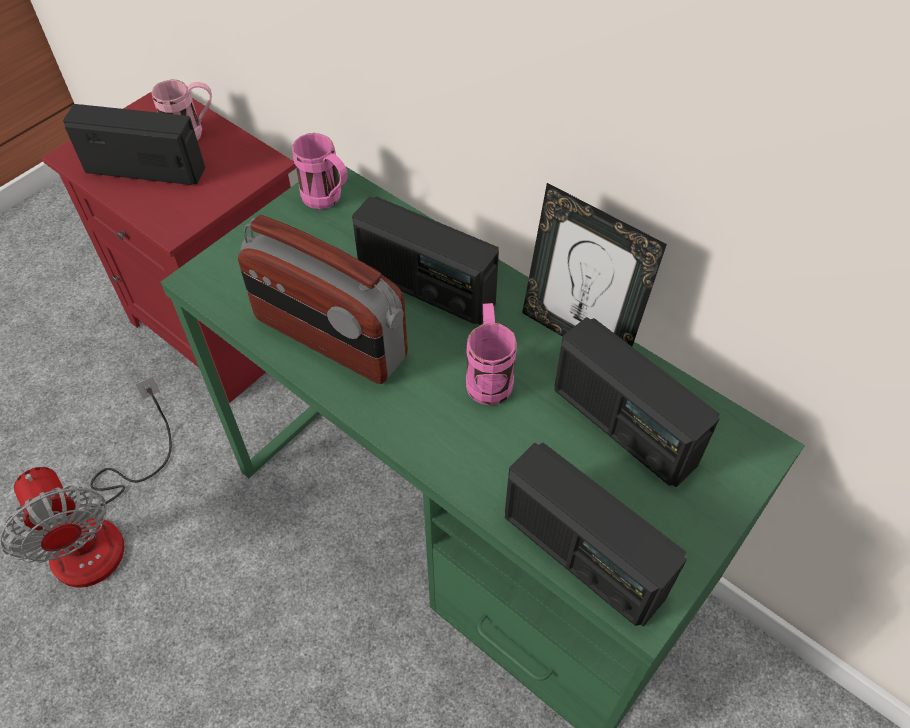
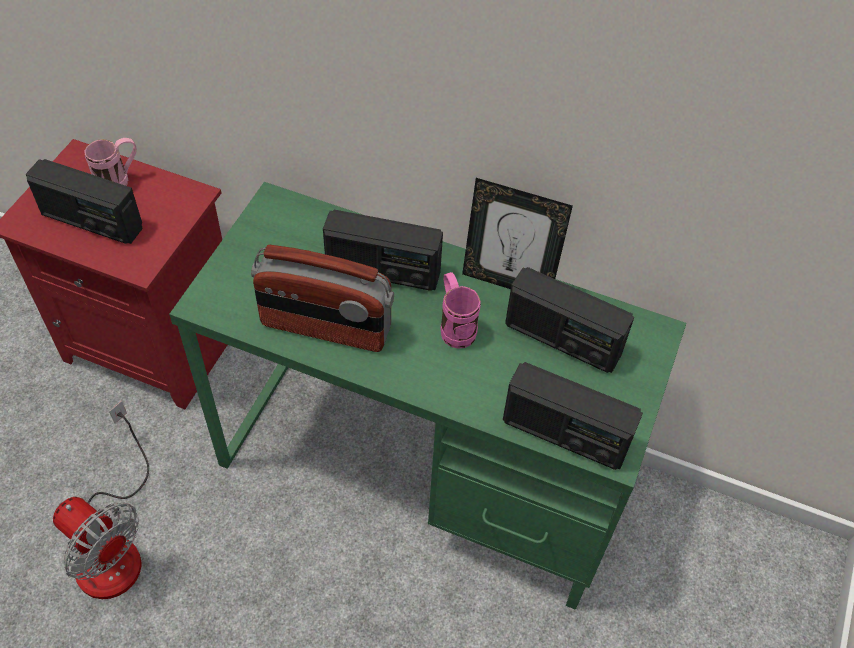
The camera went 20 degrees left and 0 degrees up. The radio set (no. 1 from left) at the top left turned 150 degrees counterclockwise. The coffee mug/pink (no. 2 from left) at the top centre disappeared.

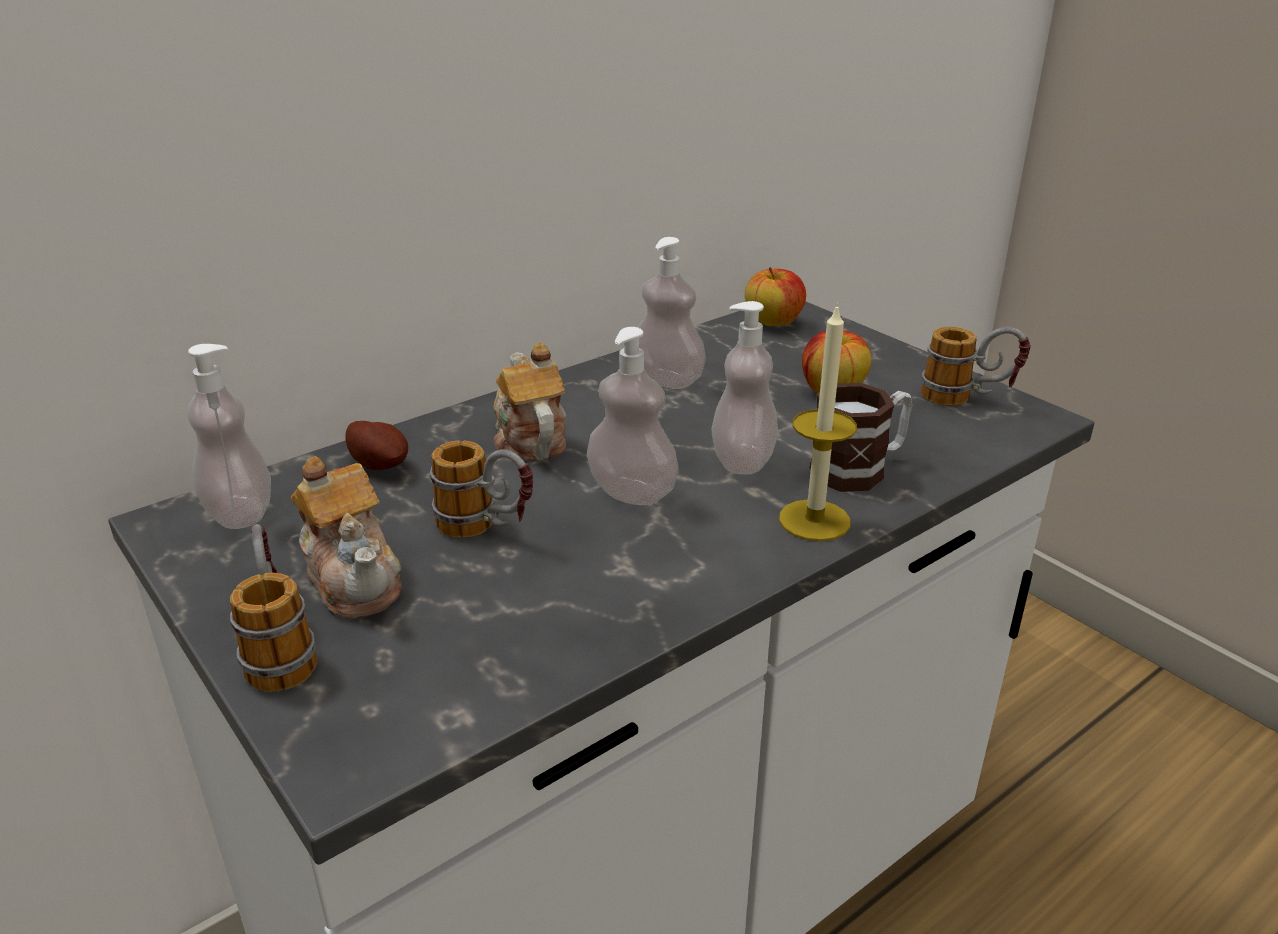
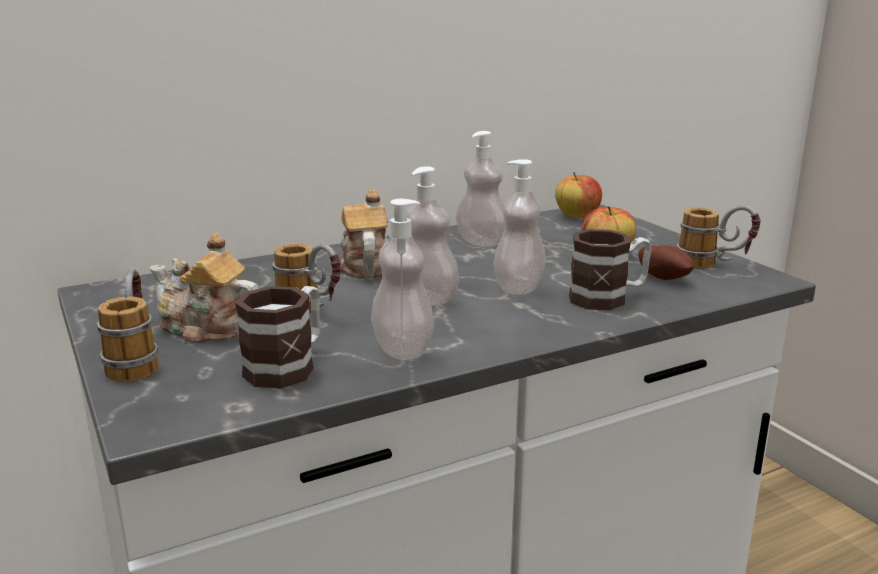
The camera went 10 degrees right and 10 degrees down. The pot for tea (no. 1 from left) at the middle left turned 135 degrees clockwise. The coffee mug (no. 2 from left) at the middle left appeared. The soap bottle (no. 1 from left) moved from the middle left to the centre. The potato moved from the middle left to the middle right. The wax light at the centre disappeared.

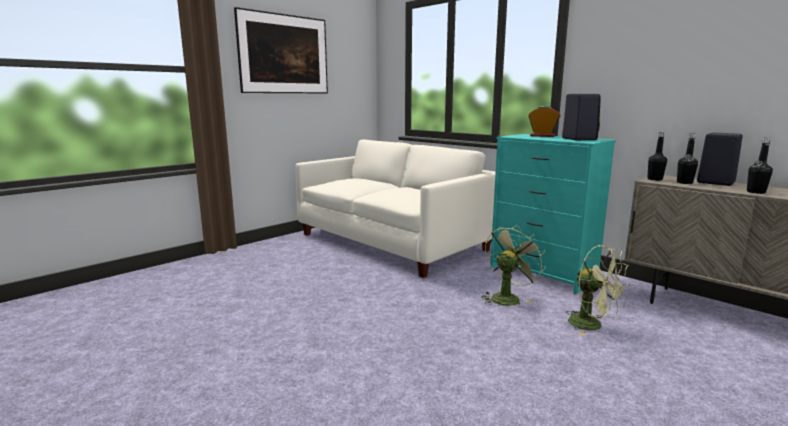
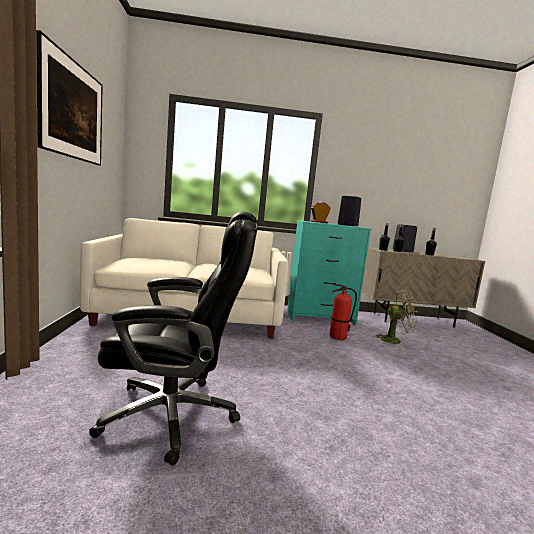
The camera went 50 degrees left and 5 degrees down. The computer chair/black-coloured at the middle left appeared. The fan/green-coloured (no. 1 from left) at the centre was replaced by the fire extinguisher at the centre.

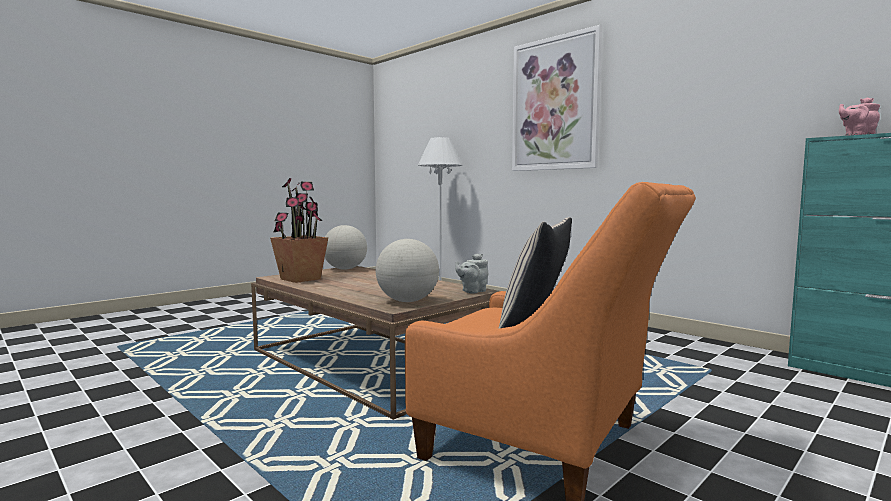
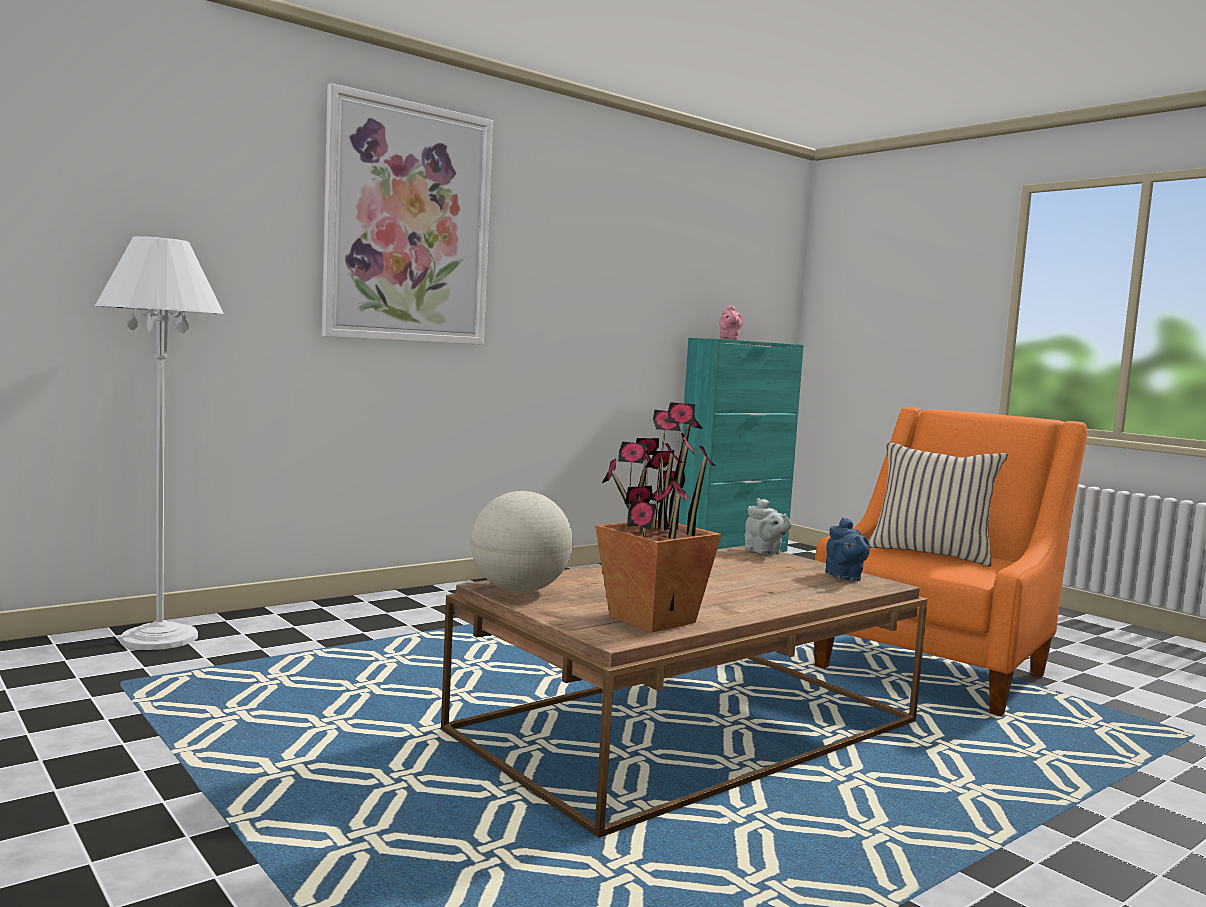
The camera went 85 degrees left and 0 degrees up. The desk globe (no. 2 from left) at the centre was replaced by the pot for tea/bluish at the middle right.

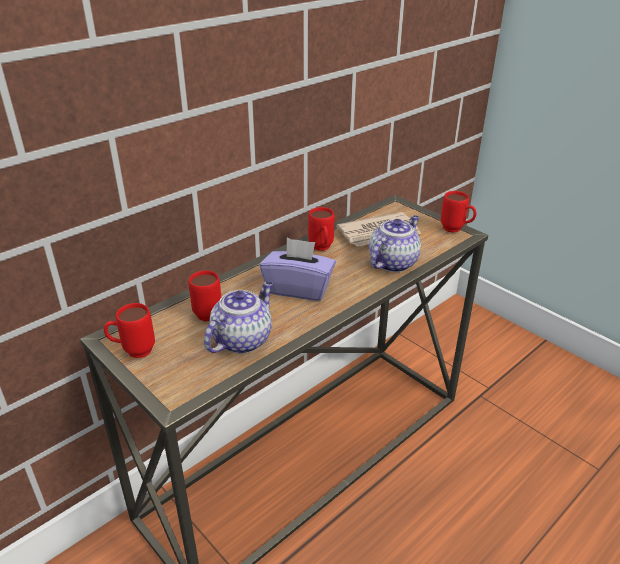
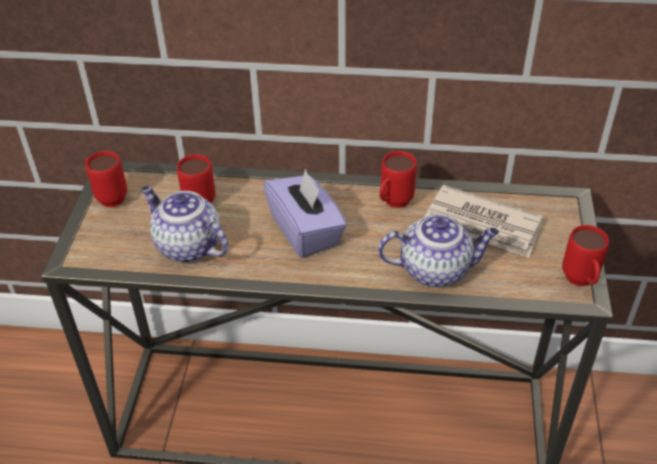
The camera went 50 degrees right and 10 degrees up. The pot for tea (no. 1 from left) at the centre turned 135 degrees counterclockwise.

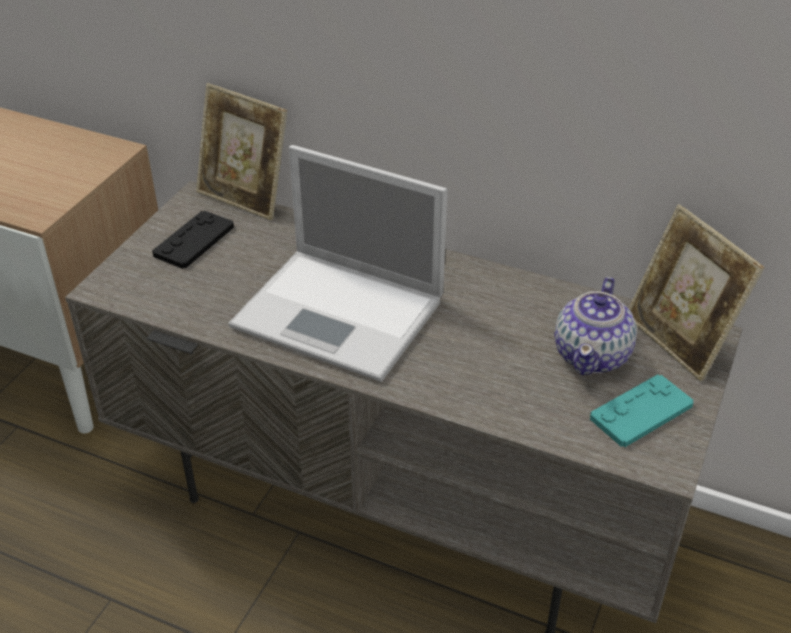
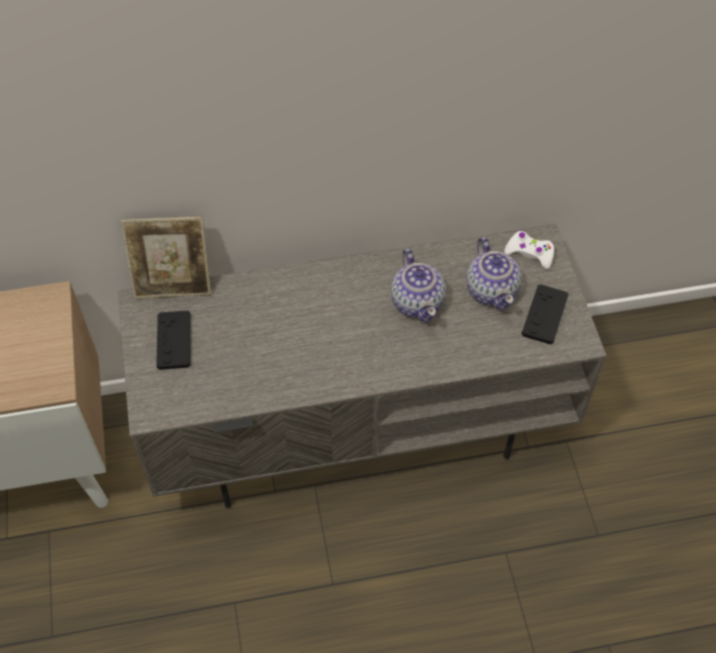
The camera went 35 degrees left and 15 degrees up. The pot for tea (no. 1 from left) at the centre appeared. The picture frame (no. 2 from left) at the middle right was replaced by the game controller/whitish at the middle right. The game controller/blue-green at the middle right became the game controller/black-coloured (no. 2 from left) at the middle right. The notebook computer at the centre disappeared.

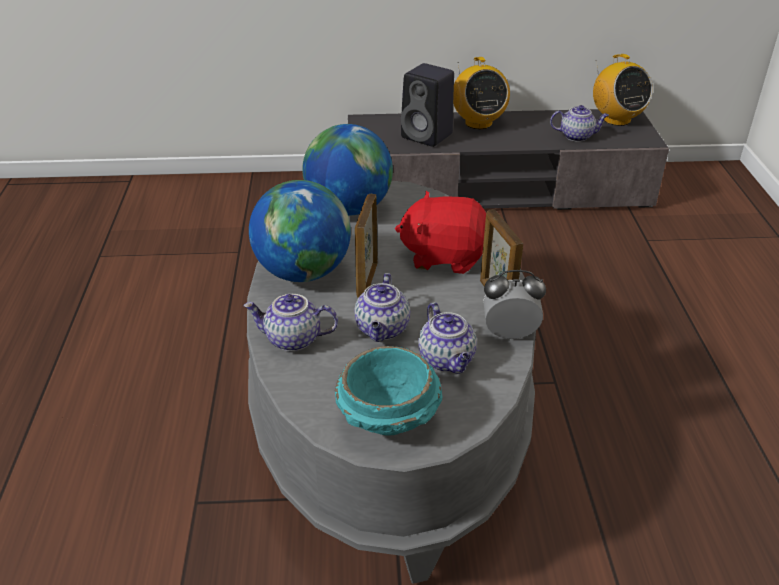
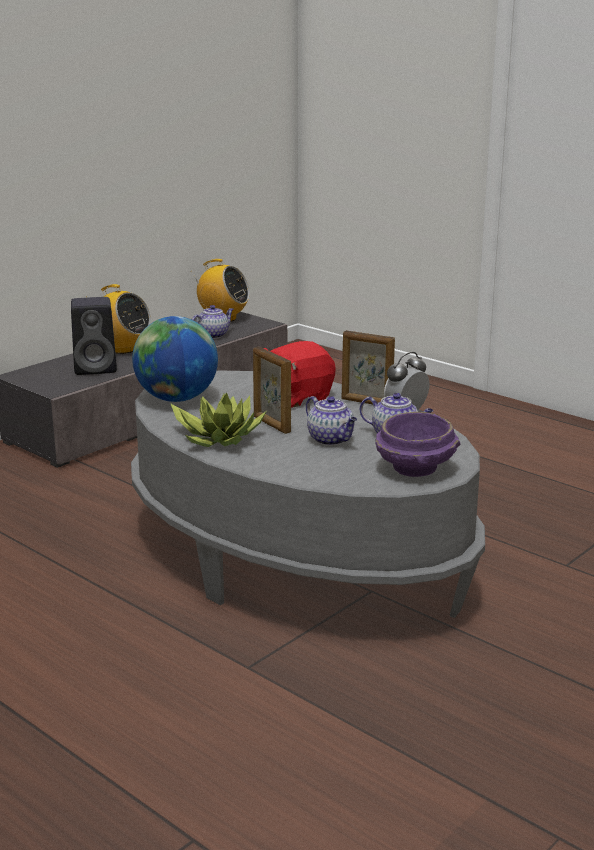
The camera went 45 degrees left and 15 degrees down. The desk globe (no. 1 from left) at the centre was replaced by the houseplant at the centre. The serving bowl/blue-green at the bottom centre became the serving bowl/purple at the middle right. The pot for tea (no. 1 from left) at the centre disappeared.

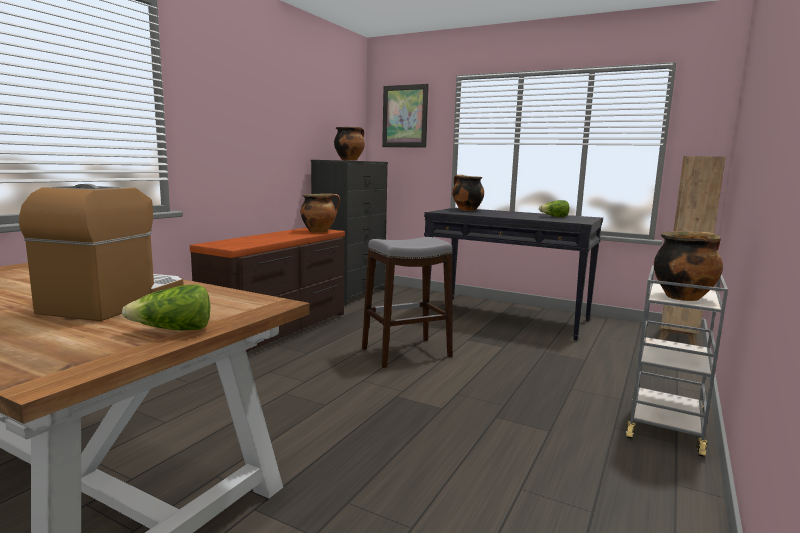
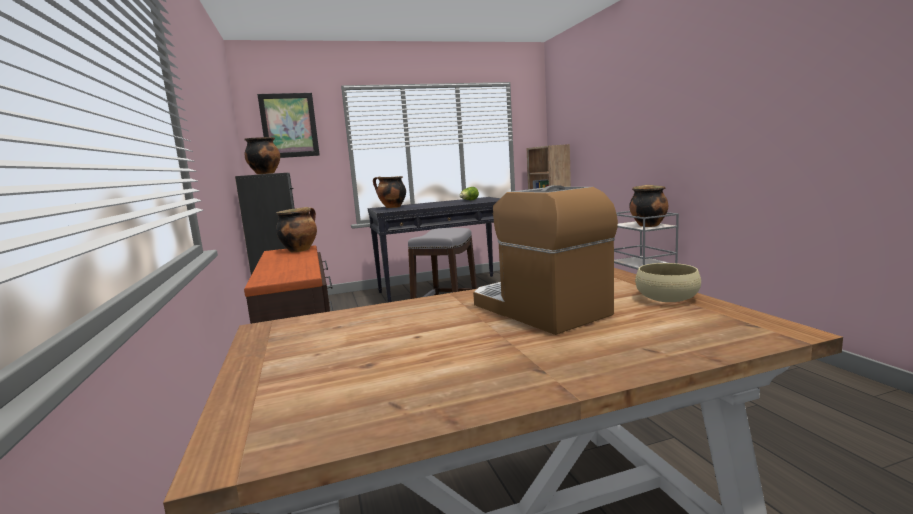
The camera went 45 degrees left and 0 degrees up. The lettuce (no. 1 from left) at the middle left was replaced by the serving bowl/beige at the middle right.

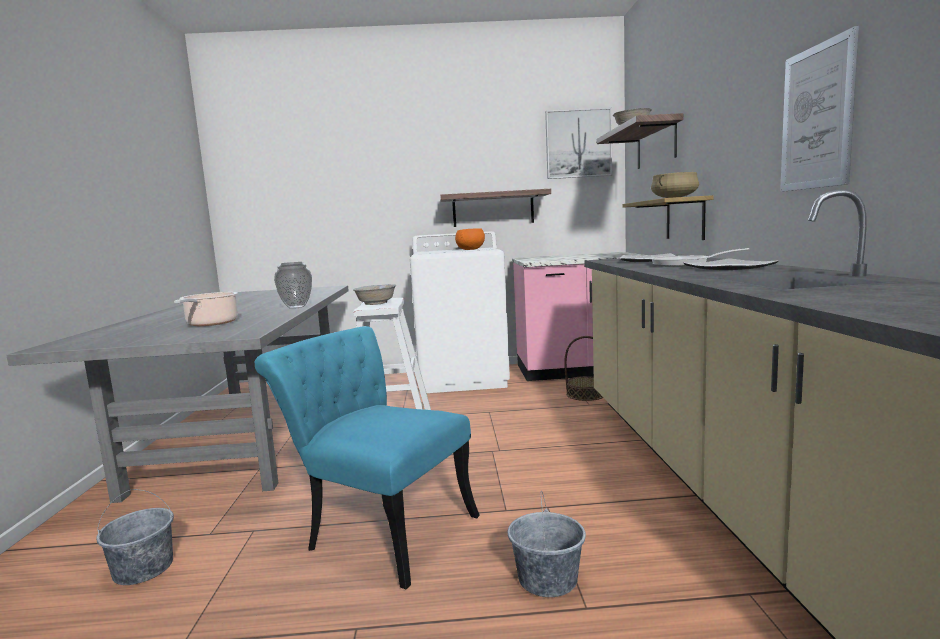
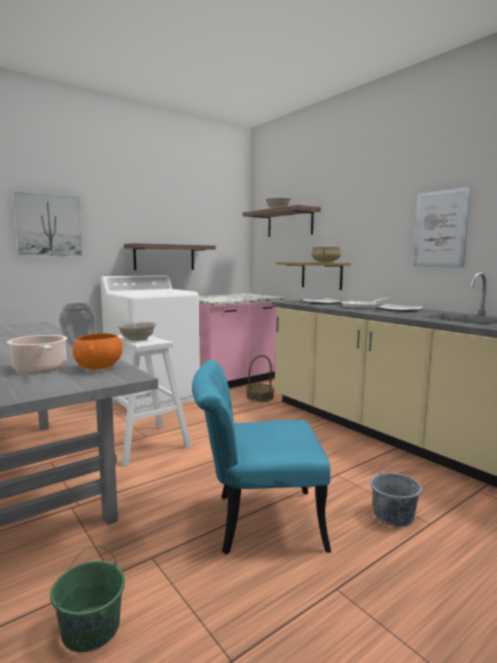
The camera went 35 degrees left and 0 degrees up. The wall picture (no. 1 from left) moved from the top centre to the middle left. The pail/grey (no. 1 from left) at the bottom left became the pail/green-coloured at the bottom left. The serving bowl/orange-coloured moved from the centre to the middle left.

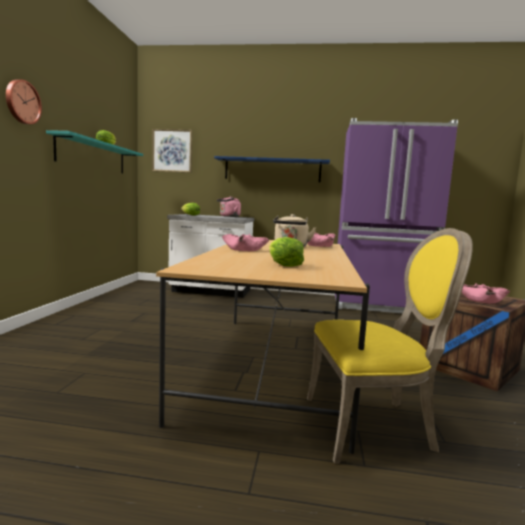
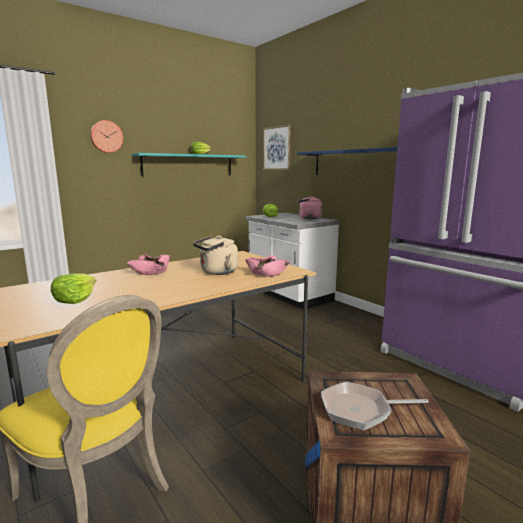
The camera went 45 degrees right and 5 degrees up. The serving bowl/pink (no. 3 from left) at the middle right was replaced by the skillet at the bottom right.

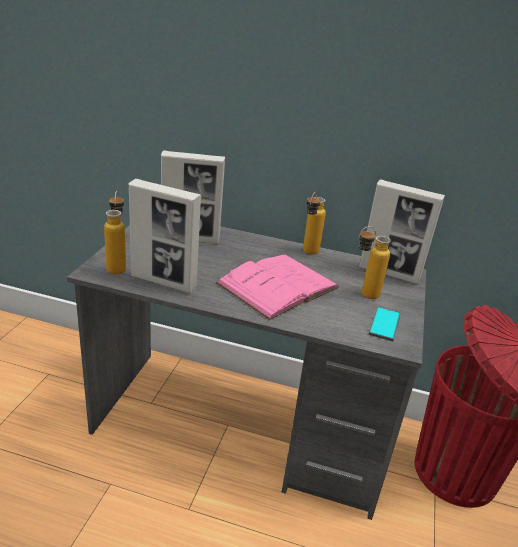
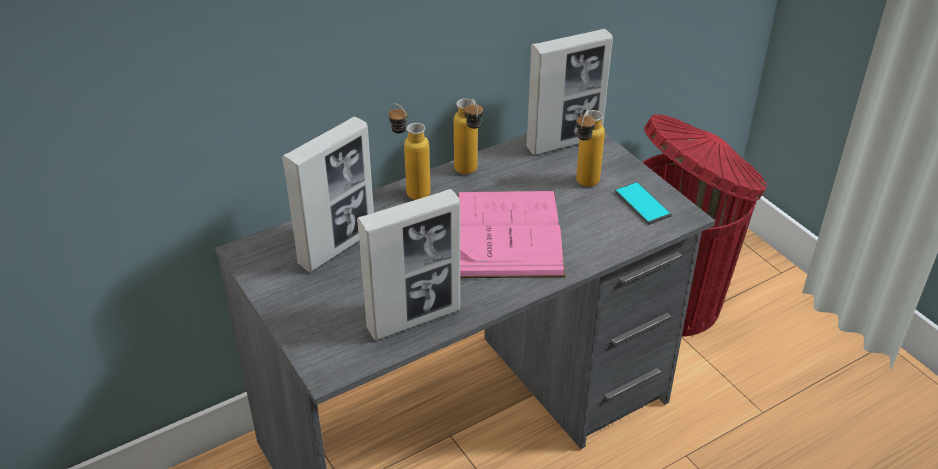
The camera went 45 degrees left and 10 degrees up. The drink bottle (no. 1 from left) moved from the middle left to the top centre.

